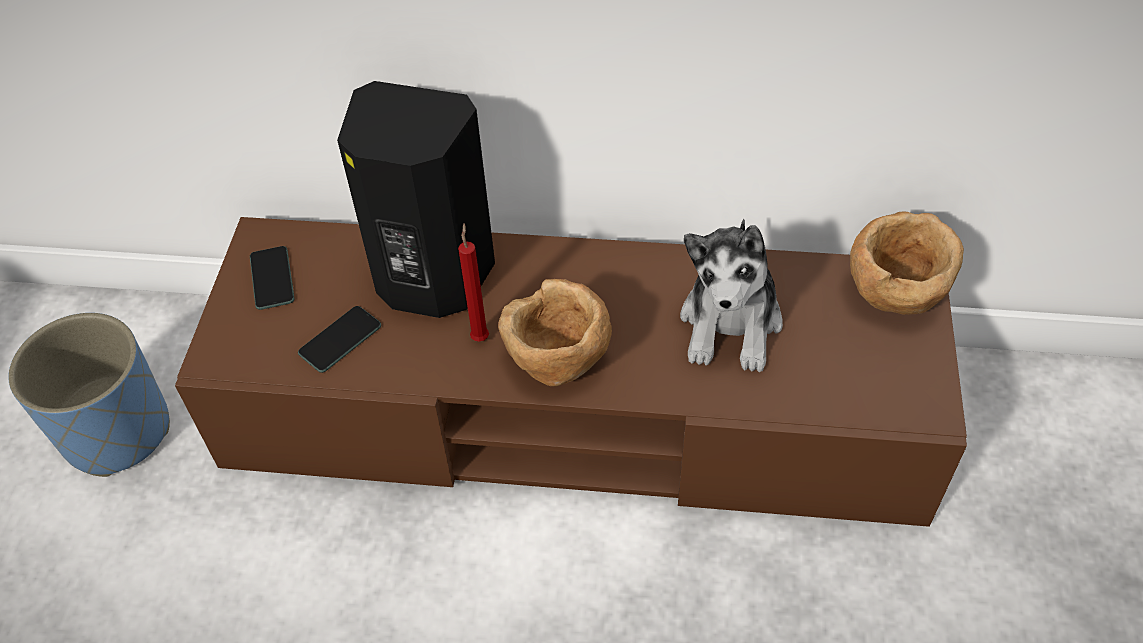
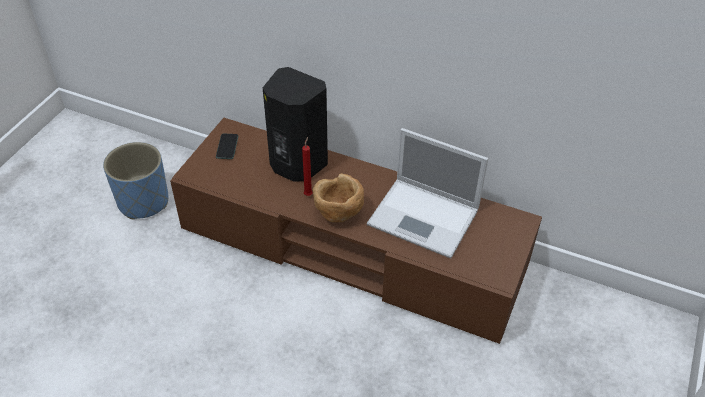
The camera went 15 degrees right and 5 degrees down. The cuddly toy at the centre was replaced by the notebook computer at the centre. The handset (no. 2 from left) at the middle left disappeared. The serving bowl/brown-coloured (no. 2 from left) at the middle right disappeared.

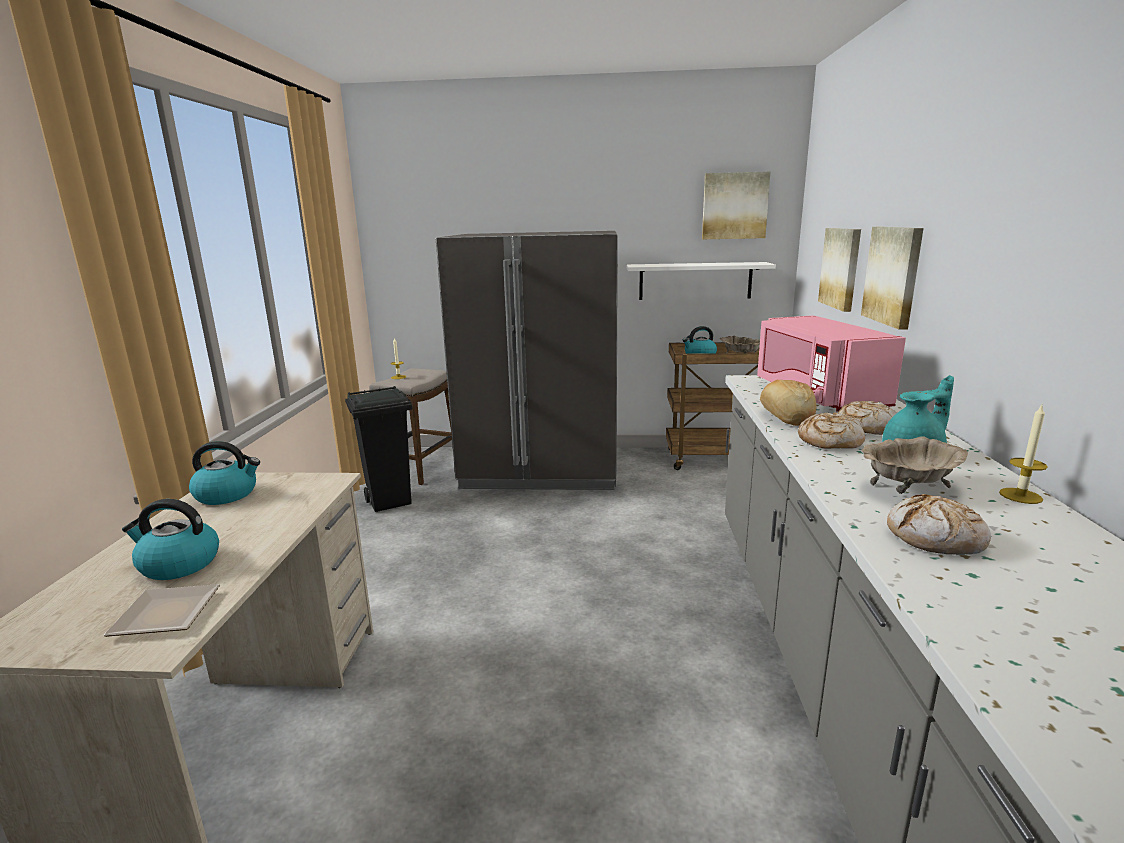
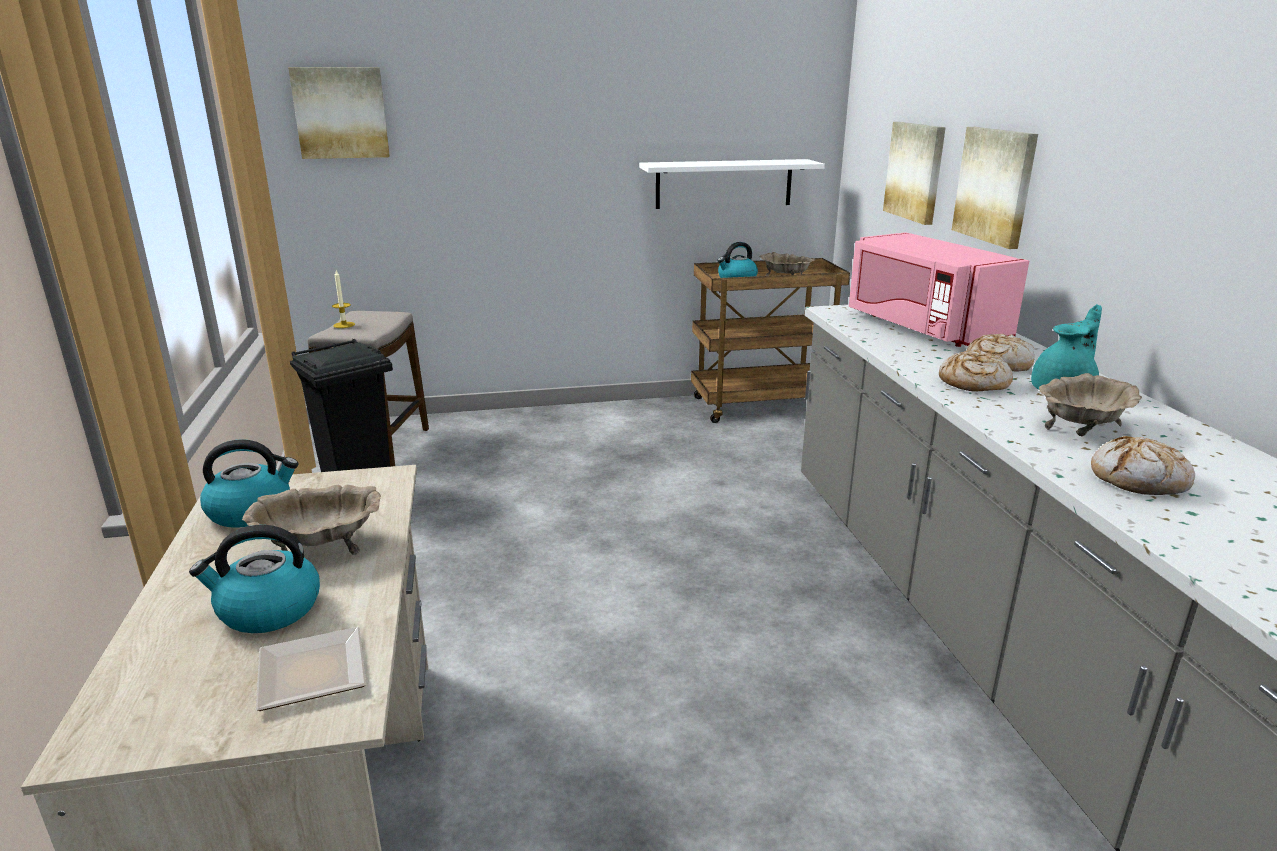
The camera went 15 degrees left and 5 degrees up. The serving bowl/beige (no. 1 from left) at the middle left appeared. The wall picture (no. 1 from left) moved from the top centre to the top left. The refrigerator/grey at the centre disappeared. The bakery bread (no. 1 from left) at the middle right disappeared. The wax light (no. 2 from left) at the middle right disappeared.

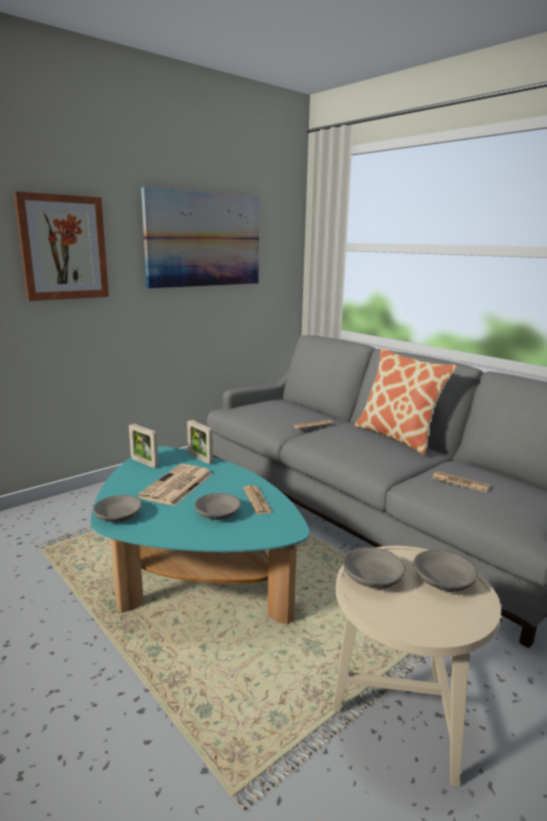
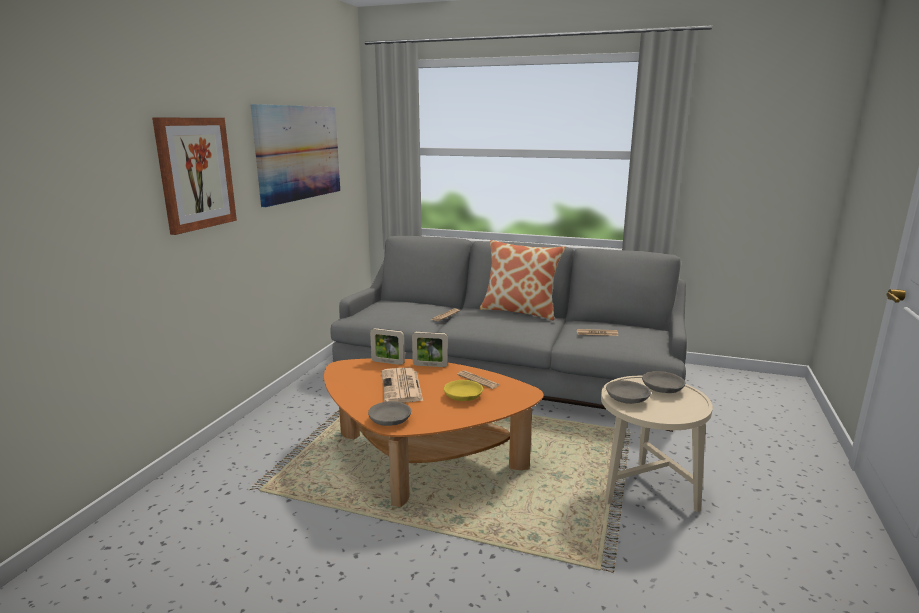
The camera went 30 degrees left and 0 degrees up. The coffee table/blue-green at the centre became the coffee table/orange-coloured at the bottom centre. The picture frame (no. 1 from left in the first image) moved from the middle left to the centre. The serving bowl/grey (no. 2 from left) at the centre became the serving bowl/yellow-coloured at the centre.

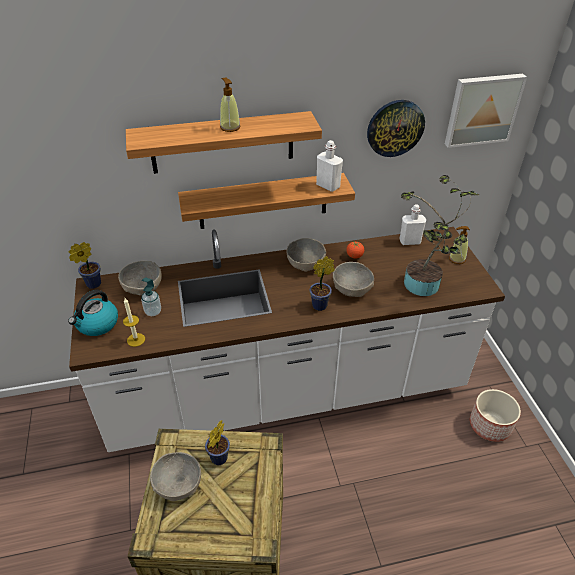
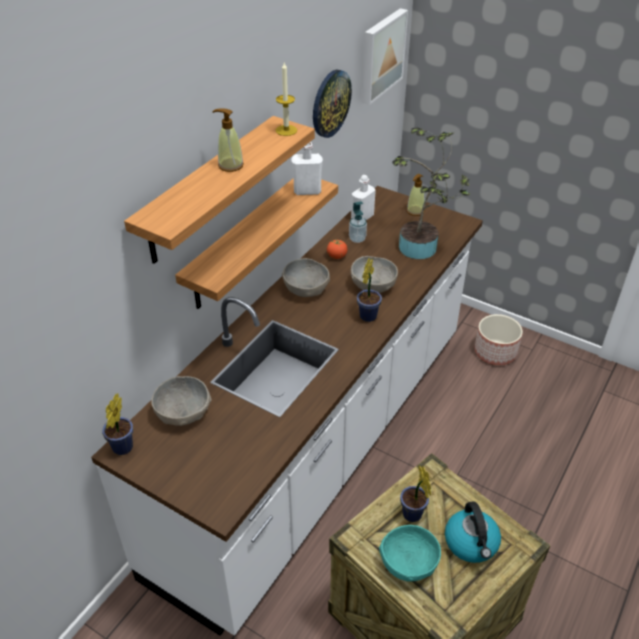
The camera went 45 degrees left and 0 degrees up. The wax light moved from the middle left to the top centre. The soap bottle (no. 1 from left in the first image) moved from the middle left to the centre. The serving bowl/grey (no. 2 from left) at the bottom left became the serving bowl/blue-green at the bottom centre. The kettle moved from the middle left to the bottom right.

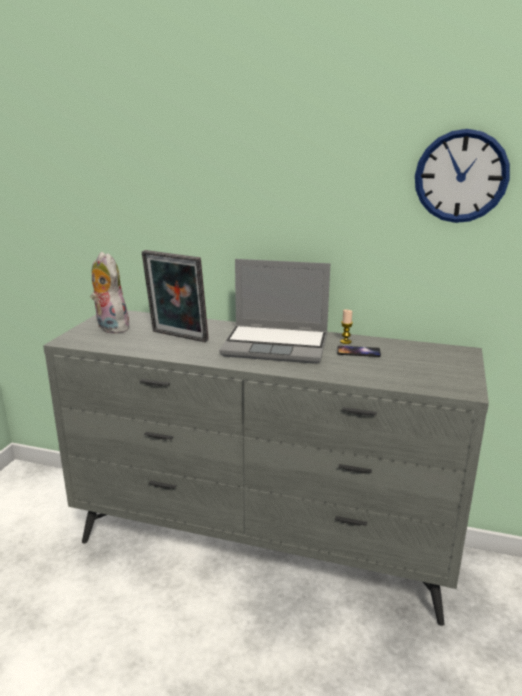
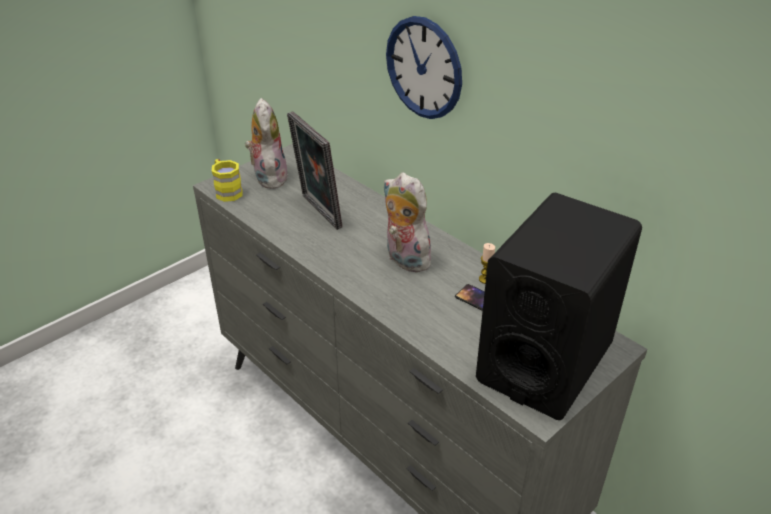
The camera went 30 degrees right and 15 degrees up. The coffee mug/yellow-coloured at the middle left appeared. The notebook computer at the centre was replaced by the cuddly toy (no. 2 from left) at the centre. The hanging clock moved from the top right to the top centre. The loudspeaker/black-coloured at the middle right appeared.

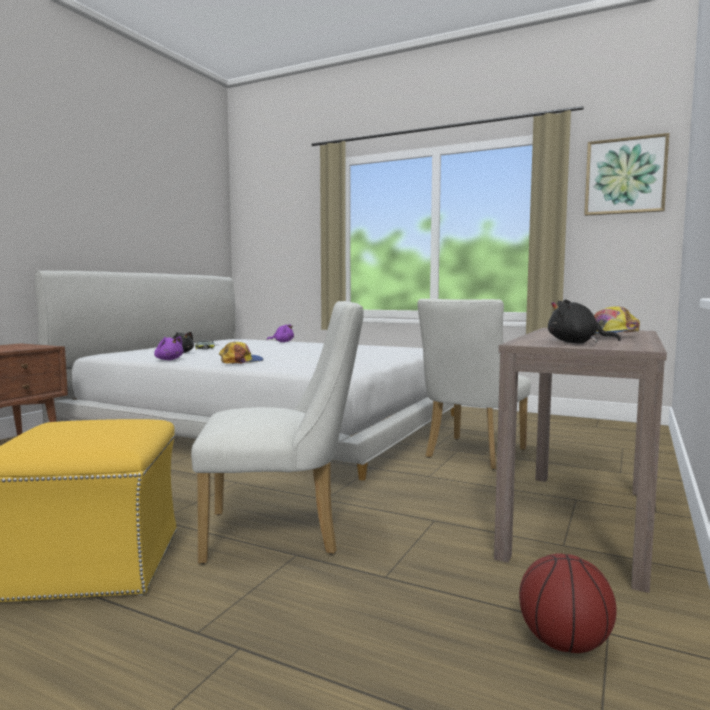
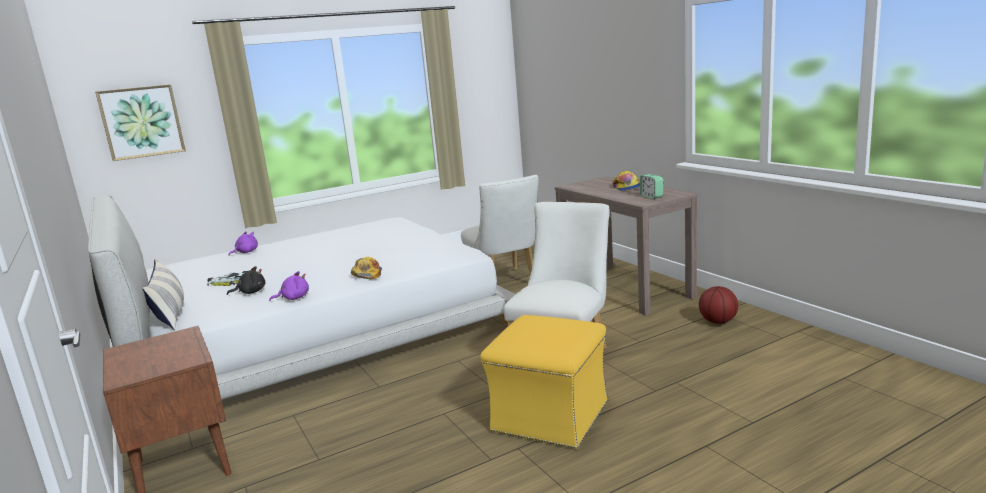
The camera went 55 degrees left and 10 degrees up. The wall picture moved from the top right to the top left. The cushion at the middle left appeared. The cuddly toy/black-coloured (no. 2 from left) at the middle right was replaced by the table clock at the centre.

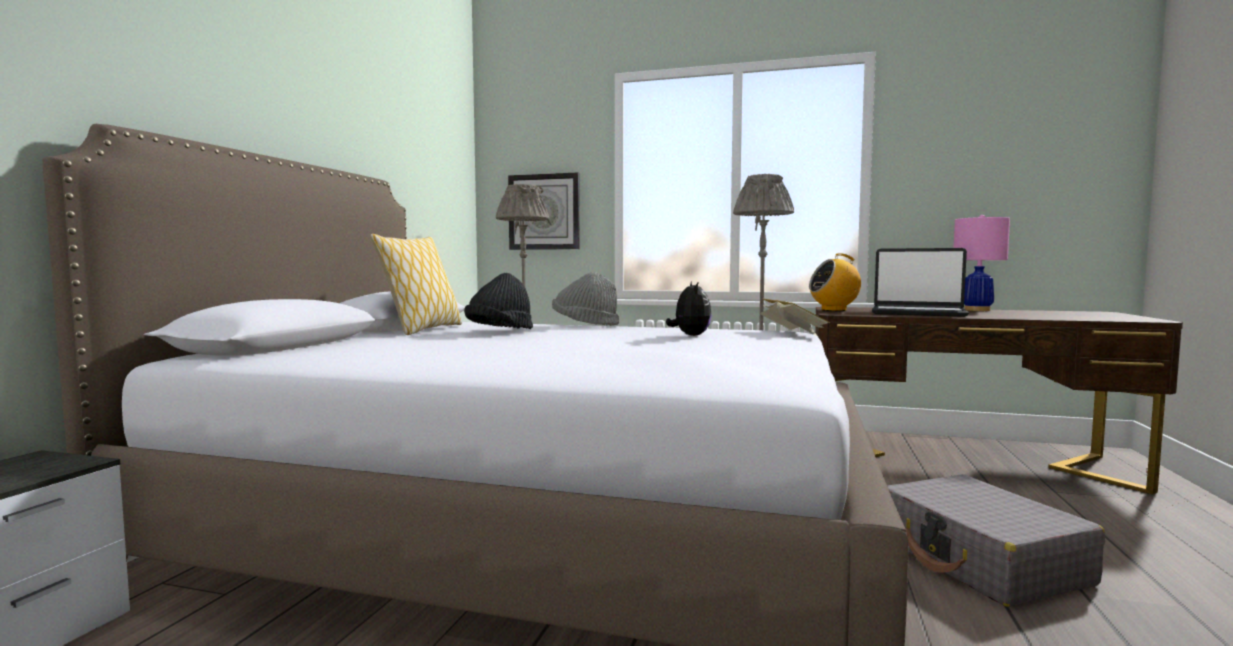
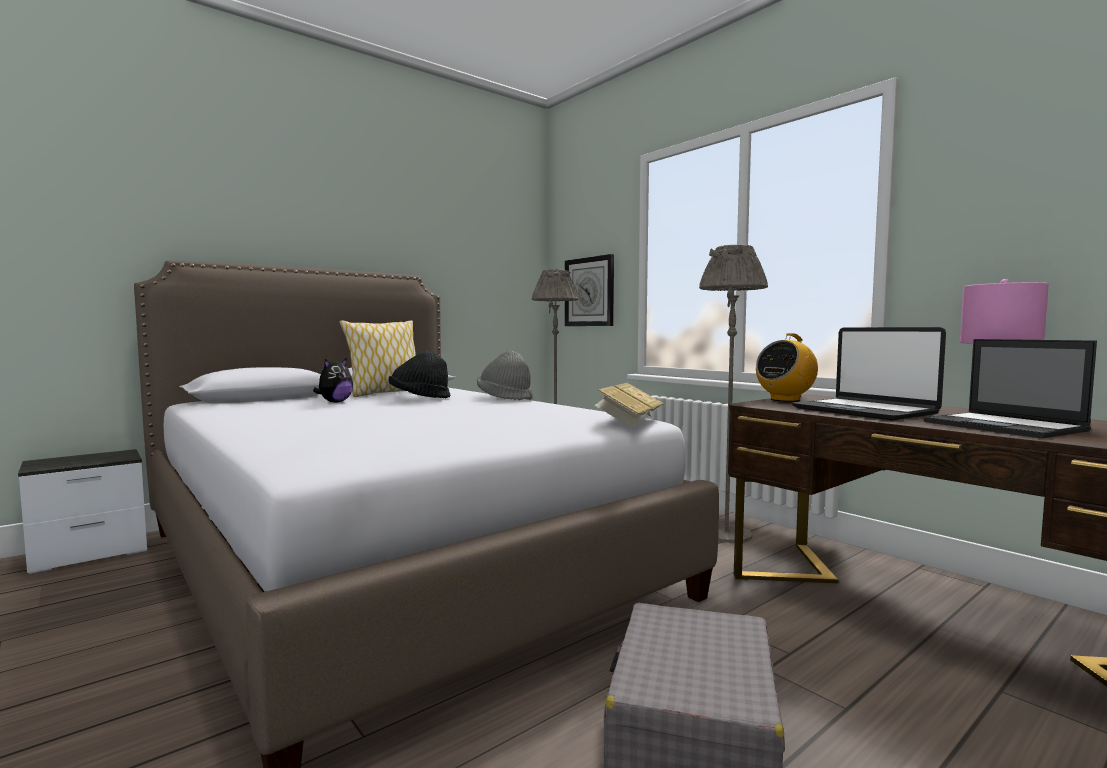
The camera went 35 degrees right and 0 degrees up. The cuddly toy moved from the centre to the middle left. The radio set at the middle right turned 60 degrees counterclockwise. The notebook computer (no. 2 from left) at the middle right appeared.

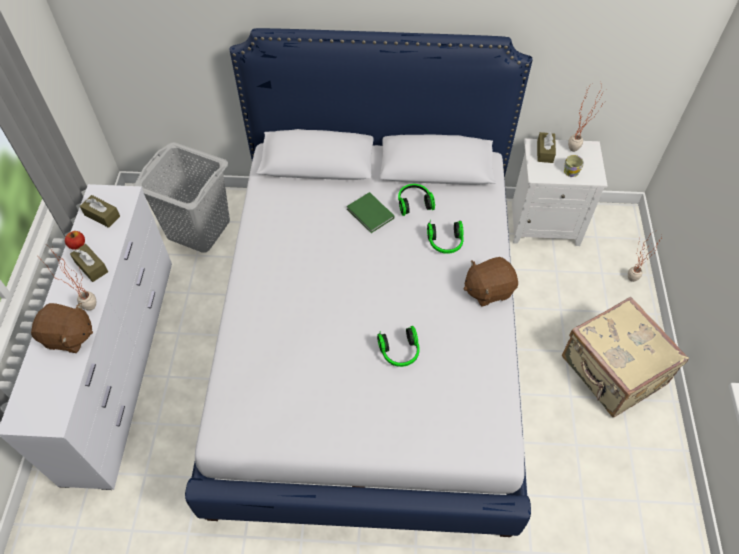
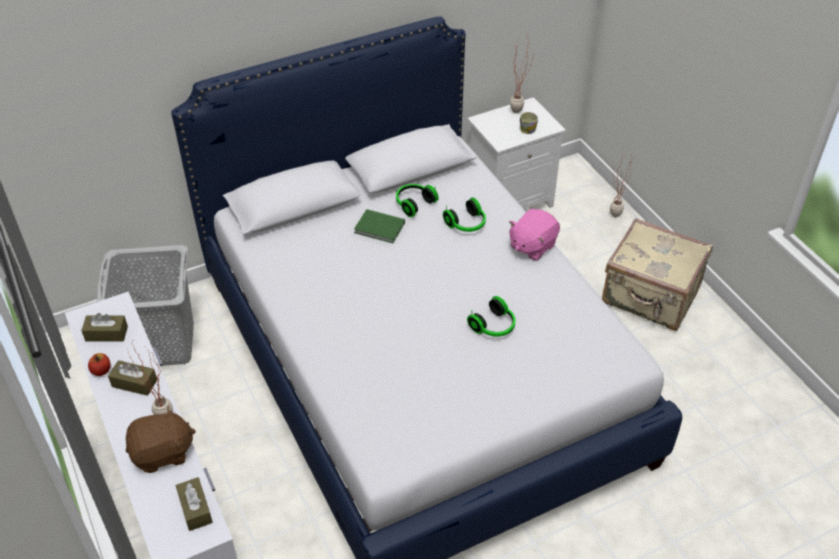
The camera went 30 degrees left and 10 degrees down. The tissue holder/brown-coloured (no. 3 from left) moved from the top right to the bottom left. The cuddly toy/brown-coloured (no. 2 from left) at the centre became the cuddly toy/pink at the centre.

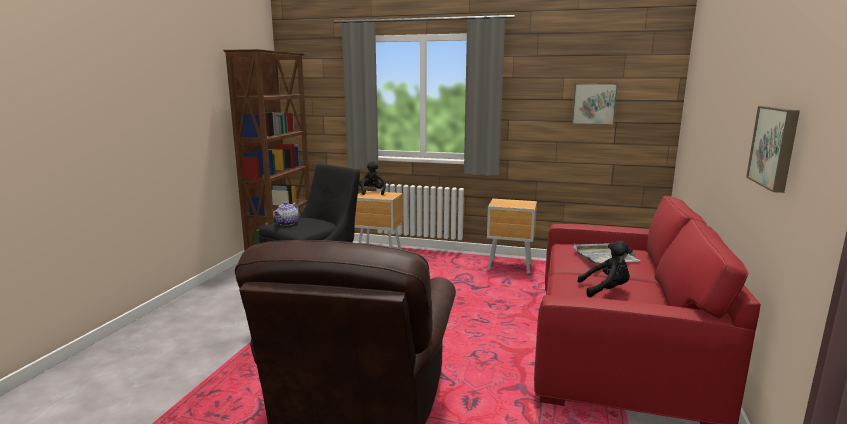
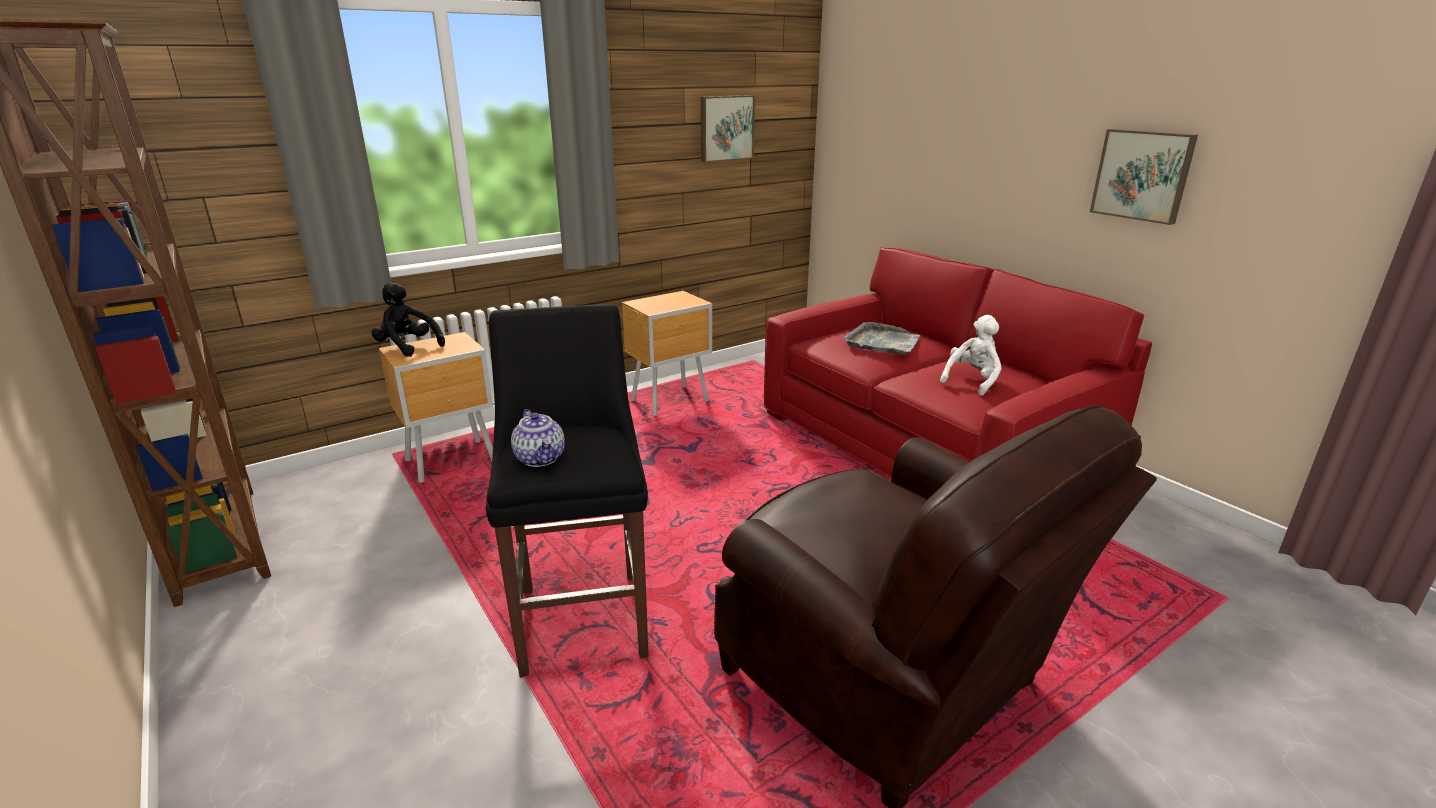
The camera went 50 degrees left and 10 degrees up. The cuddly toy/black-coloured (no. 2 from left) at the middle right became the cuddly toy/whitish at the middle right.

